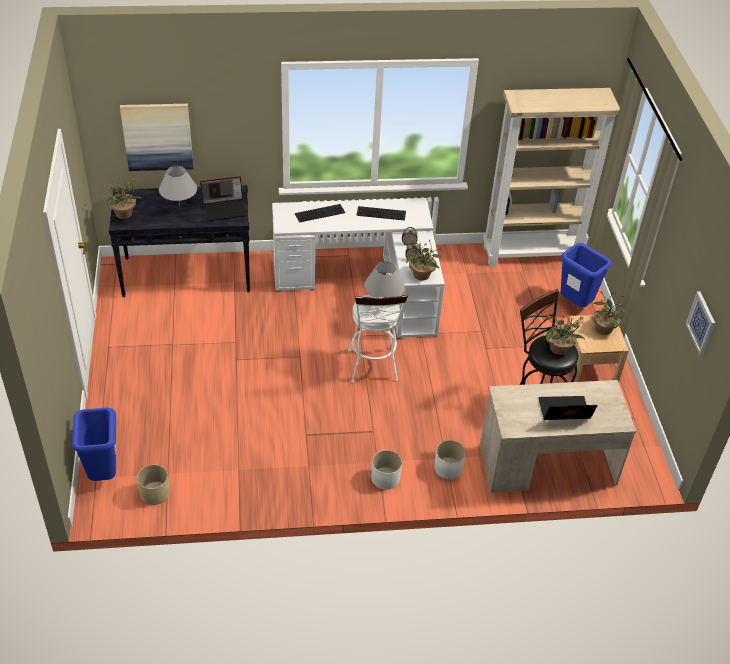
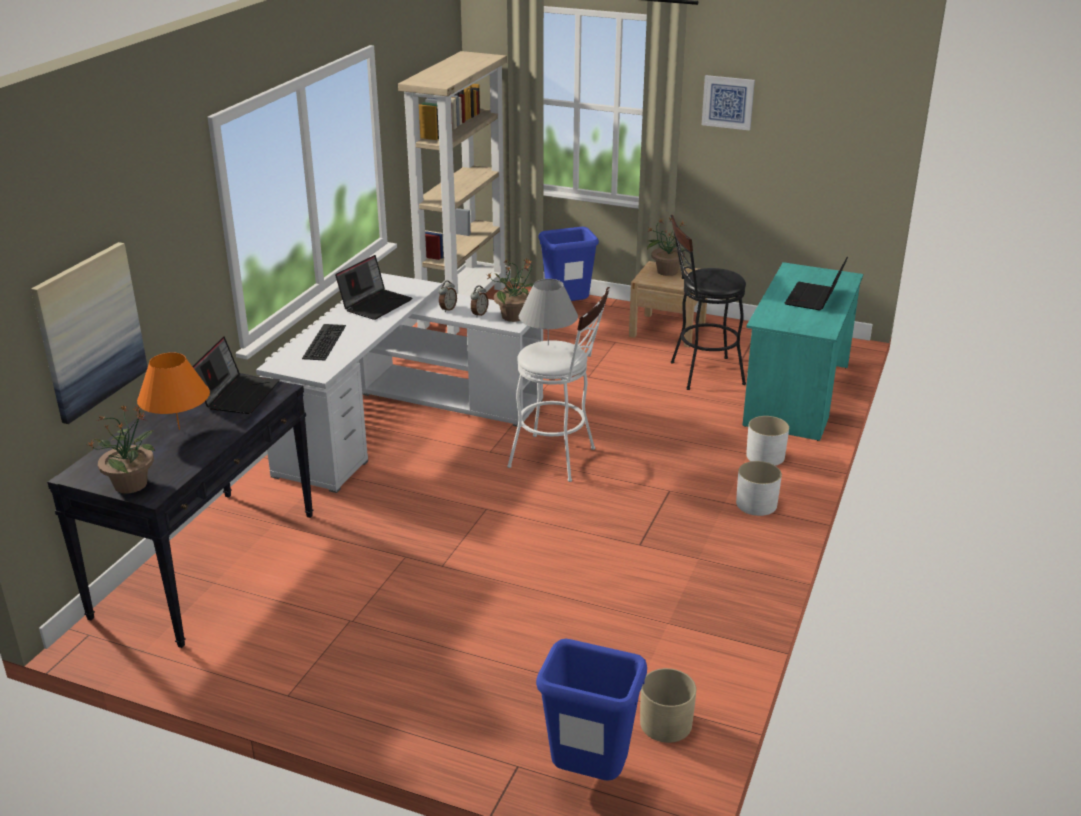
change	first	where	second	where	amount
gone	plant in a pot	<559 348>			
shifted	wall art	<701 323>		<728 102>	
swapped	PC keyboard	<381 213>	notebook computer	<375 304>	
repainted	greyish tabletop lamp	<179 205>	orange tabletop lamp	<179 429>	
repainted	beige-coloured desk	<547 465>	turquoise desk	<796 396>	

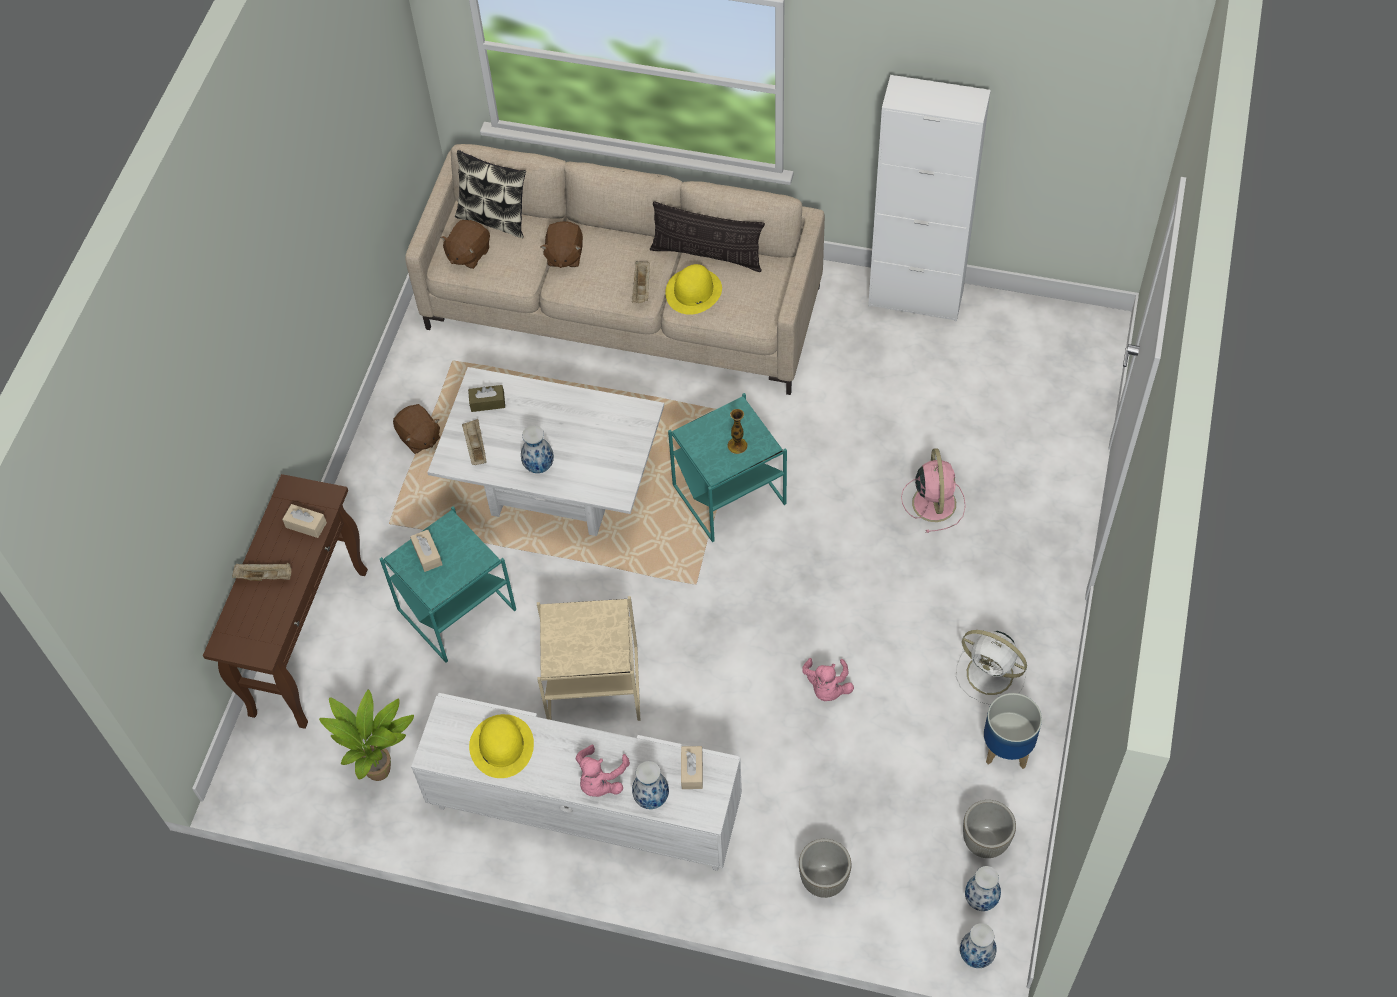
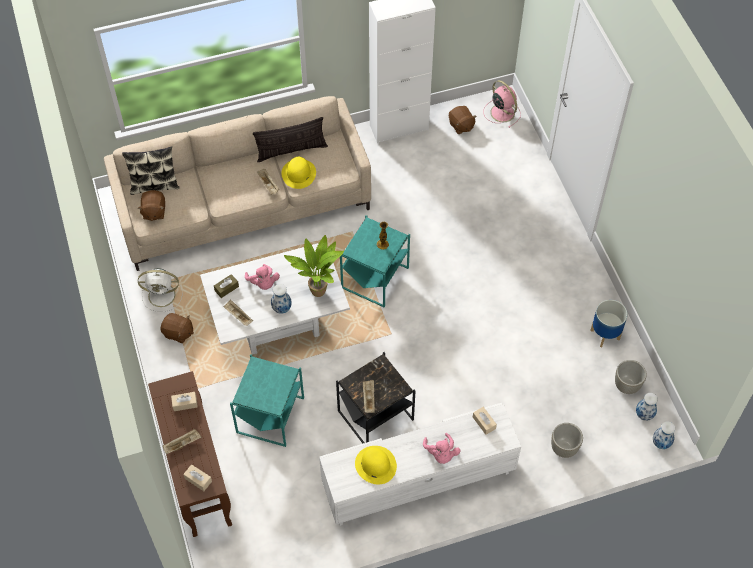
change	first	where	second	where	amount
gone	decorative vase	<651 799>			
new			beige-coloured serving tray	<368 399>	
shifted	plant in a pot	<382 769>		<319 290>	
shifted	beige-coloured tissue holder	<427 554>		<198 480>	
shifted	brownish plush toy	<564 255>		<461 126>	
shifted	pink plush toy	<827 687>		<263 283>	
shifted	pink fan	<933 501>		<501 112>	
shifted	white fan	<992 675>		<163 295>	
repainted	beige-coloured end table	<594 686>	black-coloured end table	<376 415>	

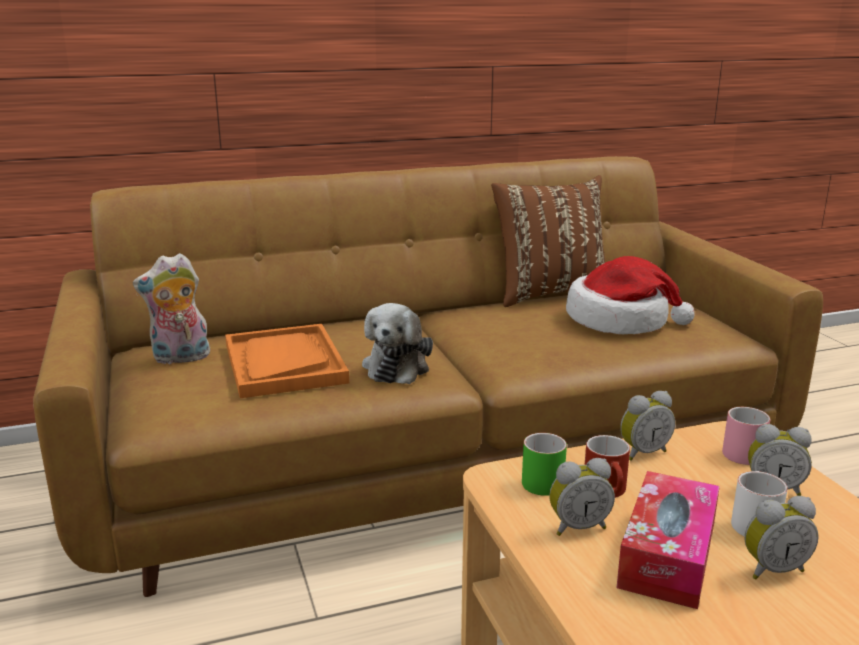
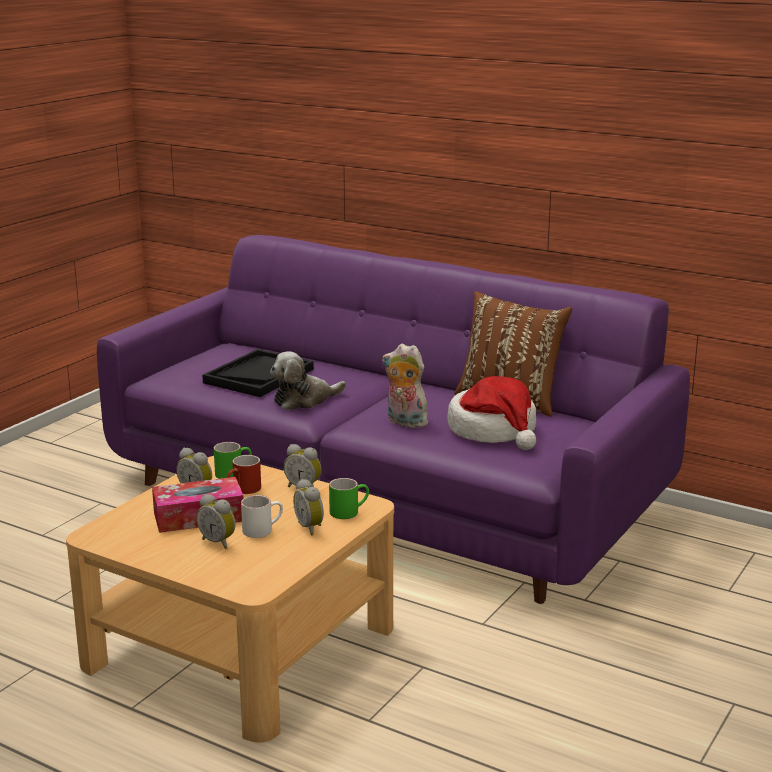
change	first	where	second	where	amount
shifted	plush toy	<180 358>		<404 422>	
repainted	brownish settee	<430 457>	purple-coloured settee	<386 496>	
repainted	orange serving tray	<284 363>	black-coloured serving tray	<259 376>	
repainted	pink coffee mug	<741 450>	greenish coffee mug	<349 511>	

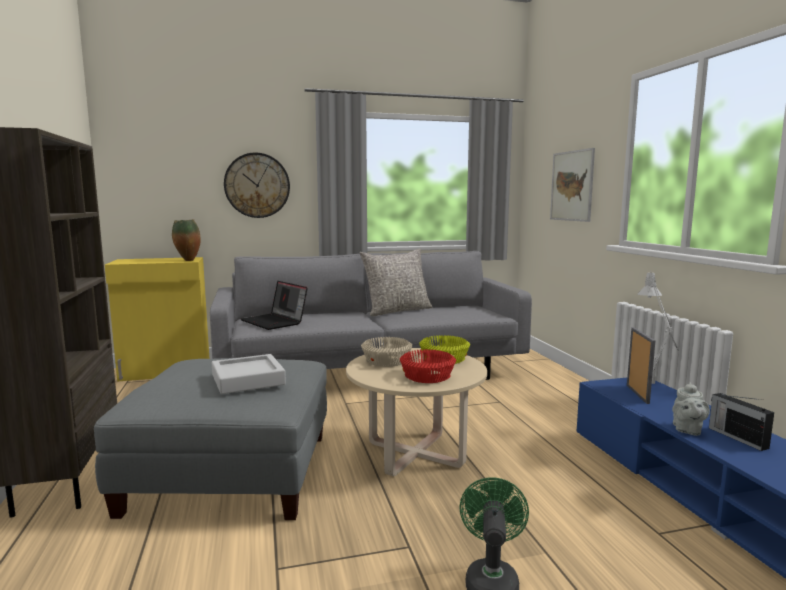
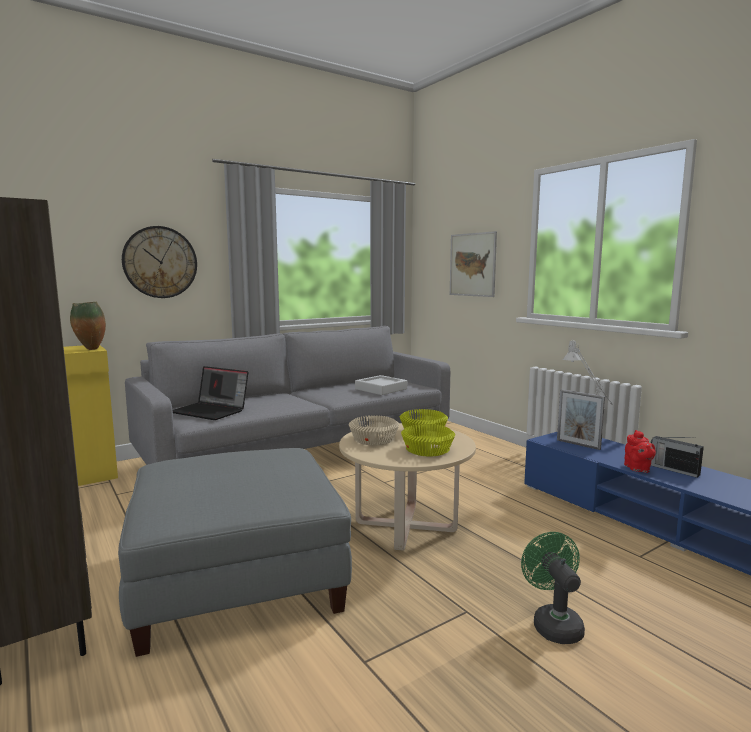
change	first	where	second	where	amount
gone	greyish pillow	<397 311>			
shifted	greyish serving tray	<248 380>		<381 389>	
repainted	red-coloured bowl	<426 376>	yellow bowl	<426 449>	
repainted	greyish teapot	<687 430>	red-coloured teapot	<638 469>	
rotated	picture frame	<637 394>		<578 444>	150 degrees clockwise

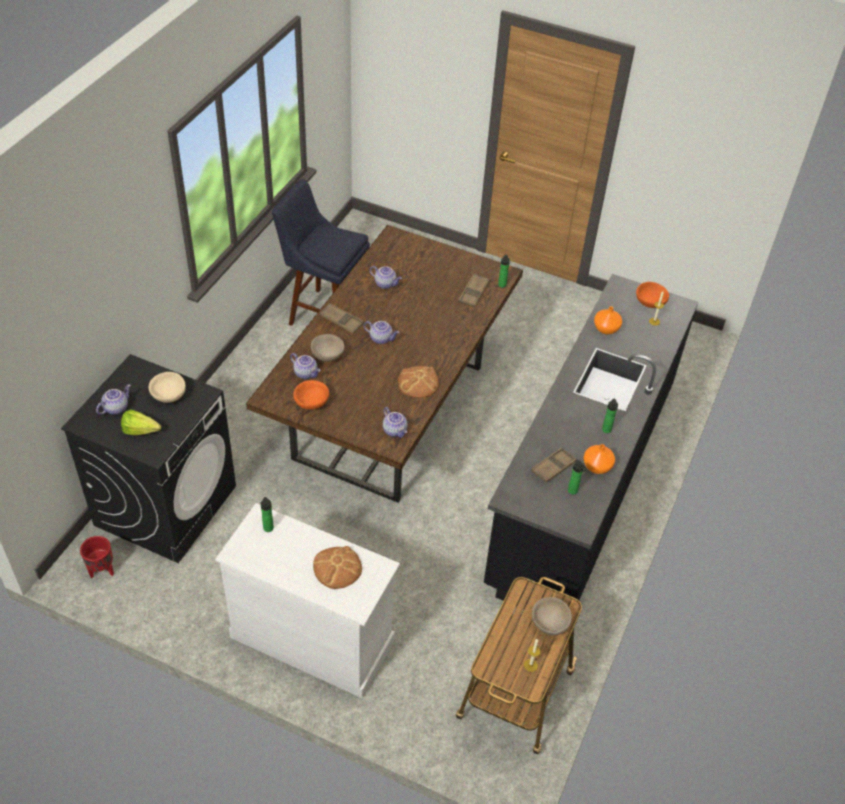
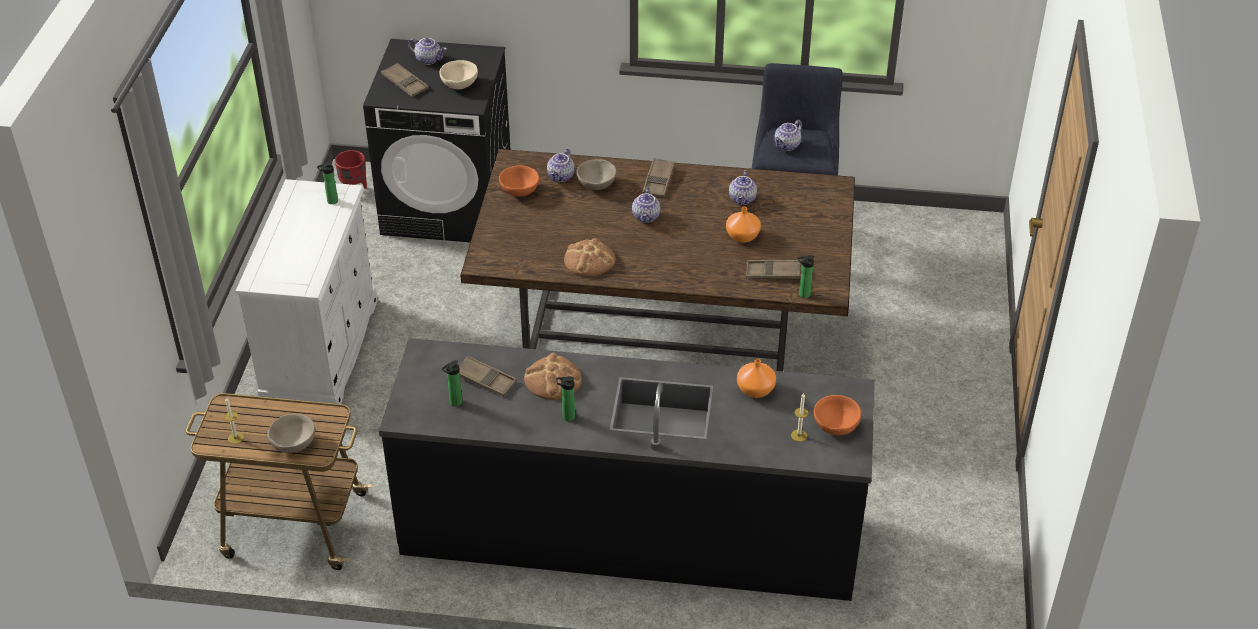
change	first	where	second	where	amount
shifted	bakery bread	<337 568>		<553 379>	
shifted	teapot	<395 430>		<787 145>	
shifted	orange decorative vase	<597 467>		<741 236>	
swapped	lettuce head	<143 432>	brownish serving tray	<405 83>	

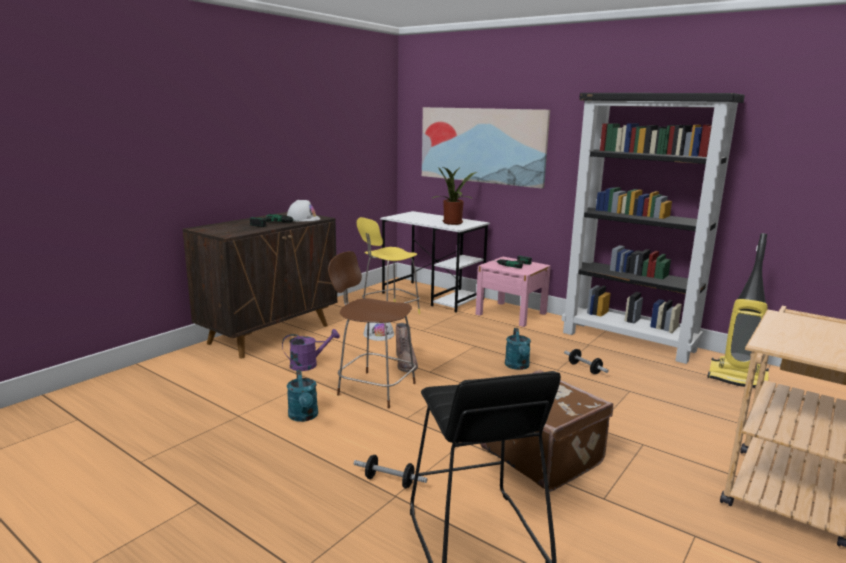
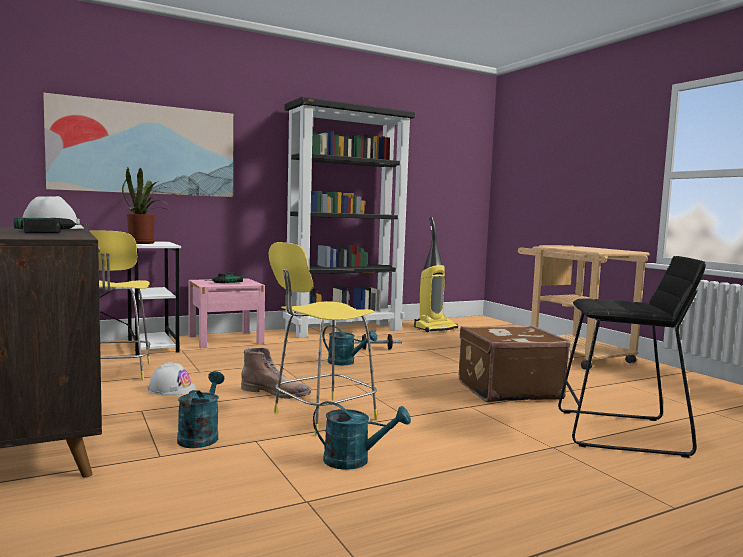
change	first	where	second	where	amount
gone	dumbbell	<389 481>			
repainted	purple-coloured watering pot	<309 364>	turquoise watering pot	<200 436>	
repainted	brownish stool seat	<374 388>	yellow stool seat	<321 416>	

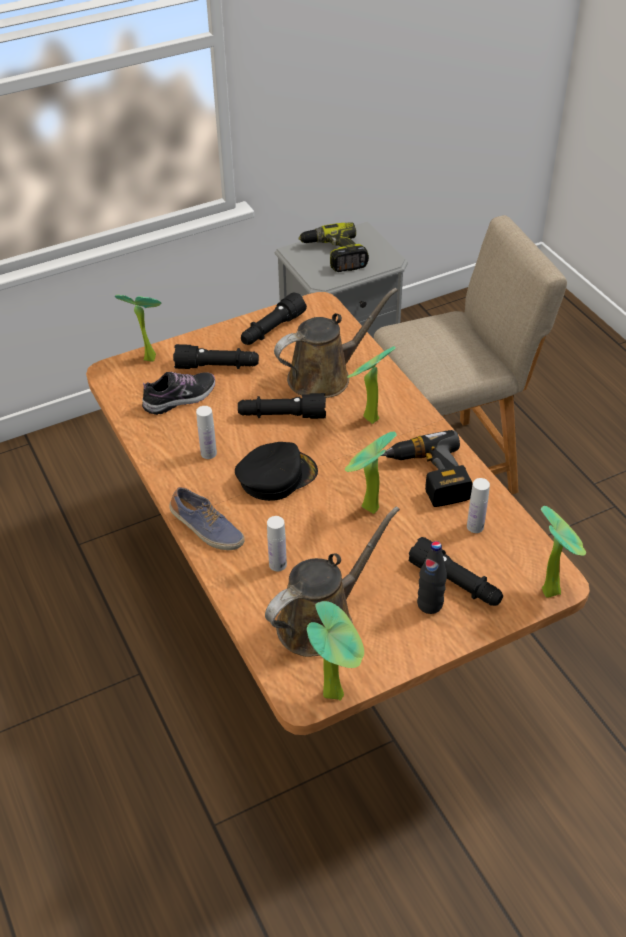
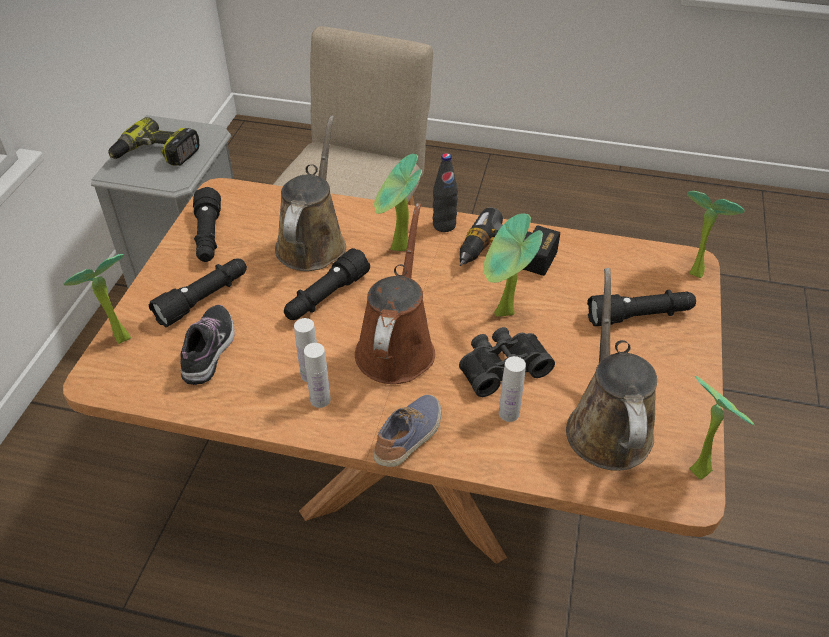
change	first	where	second	where	amount
new			black-coloured field glasses	<501 367>	
shifted	black-coloured drink bottle	<430 604>		<444 225>	
shifted	white drink bottle	<475 526>		<320 399>	
swapped	black-coloured peaked cap	<276 476>	brownish watering pot	<397 346>	
rotated	item of footwear	<206 530>		<410 438>	45 degrees counterclockwise

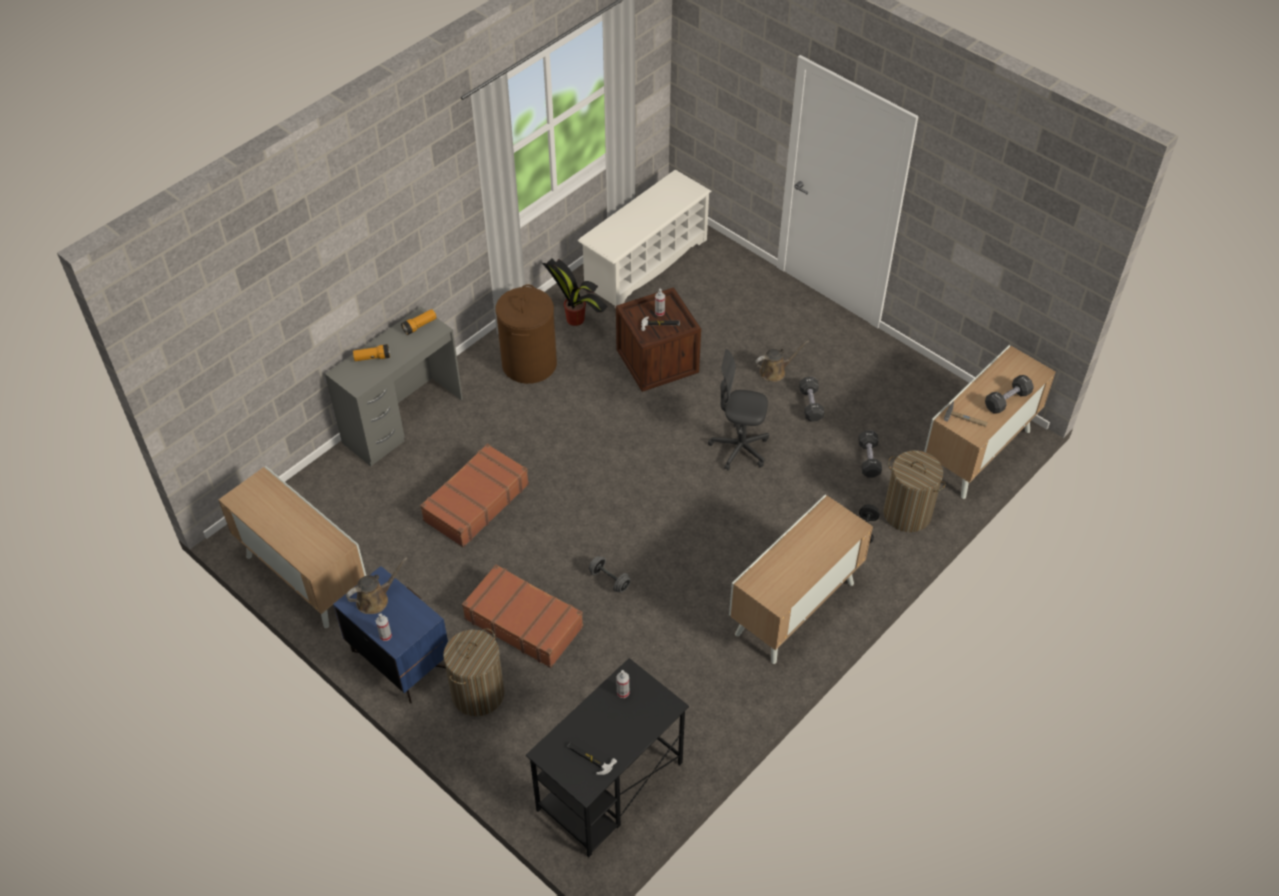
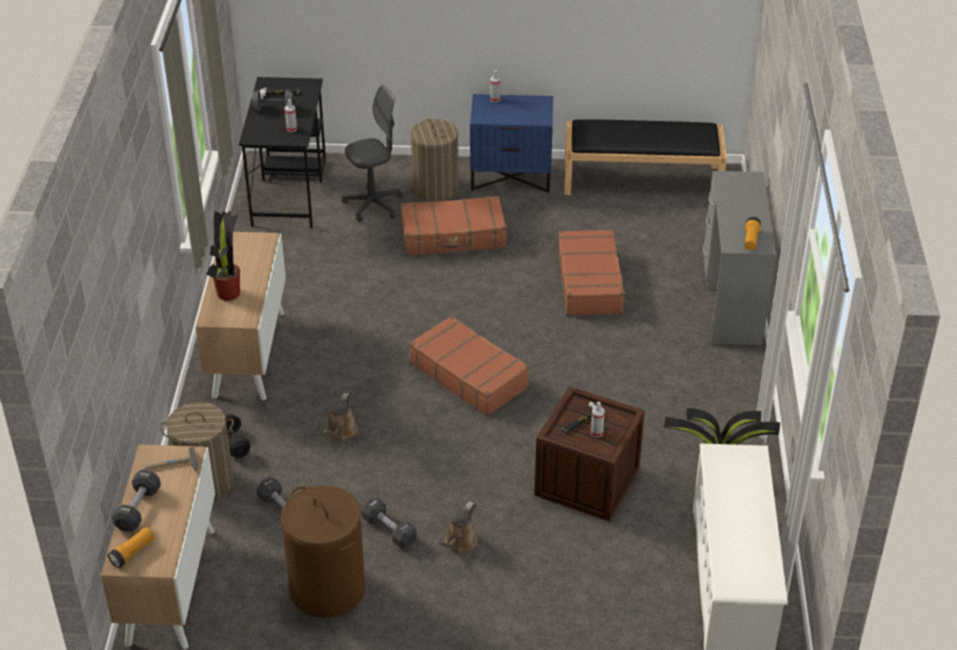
change	first	where	second	where	amount
new			plant in a pot	<229 292>	
new			brownish suitcase	<469 375>	
shifted	brownish watering pot	<375 599>		<340 433>	
shifted	torch	<372 358>		<132 553>	
shifted	brownish washing basket	<529 364>		<328 589>	
shifted	greyish dumbbell	<609 580>		<273 109>	
shifted	greyish office chair	<739 449>		<373 205>	
swapped	cupboard	<303 577>	black-coloured indoor bench	<643 179>	

